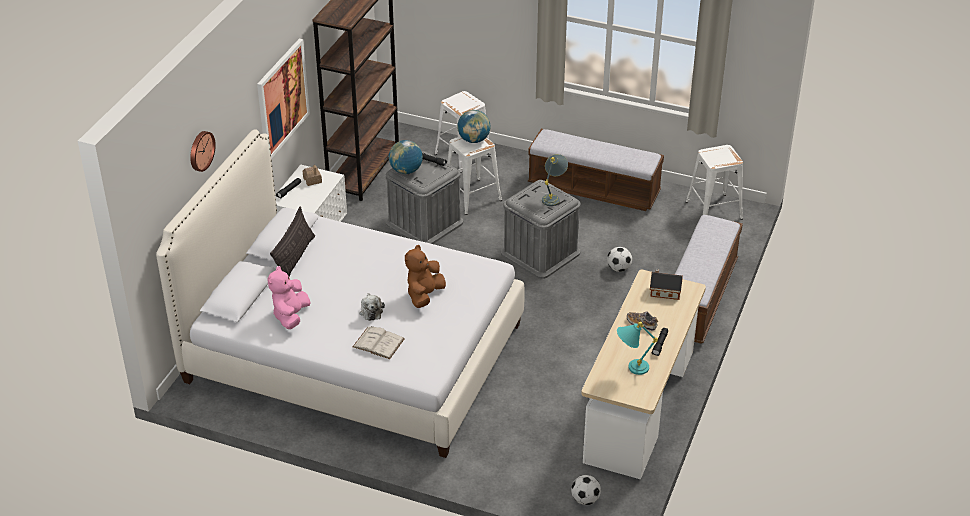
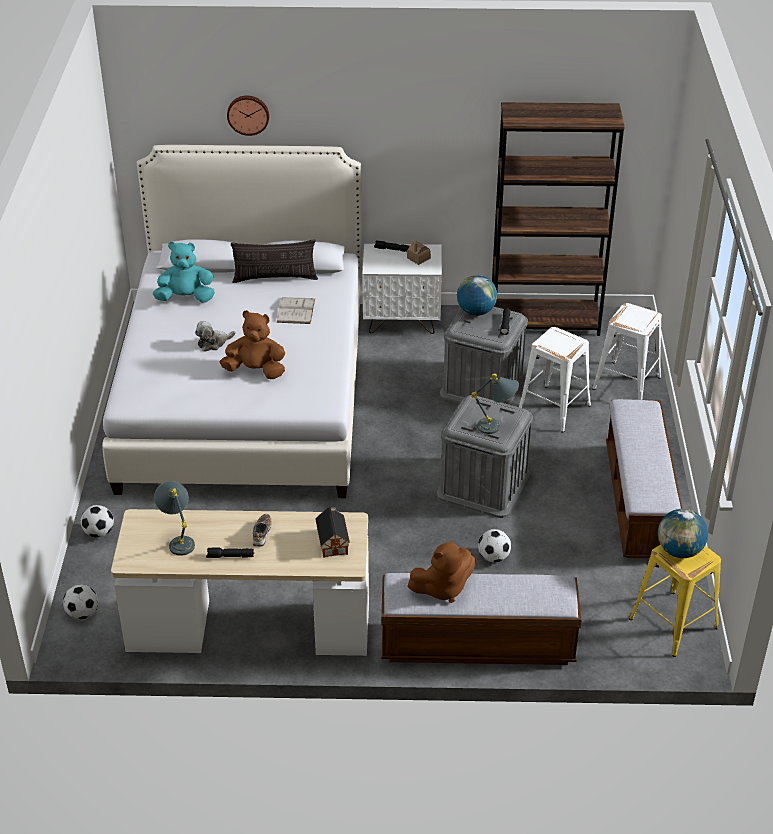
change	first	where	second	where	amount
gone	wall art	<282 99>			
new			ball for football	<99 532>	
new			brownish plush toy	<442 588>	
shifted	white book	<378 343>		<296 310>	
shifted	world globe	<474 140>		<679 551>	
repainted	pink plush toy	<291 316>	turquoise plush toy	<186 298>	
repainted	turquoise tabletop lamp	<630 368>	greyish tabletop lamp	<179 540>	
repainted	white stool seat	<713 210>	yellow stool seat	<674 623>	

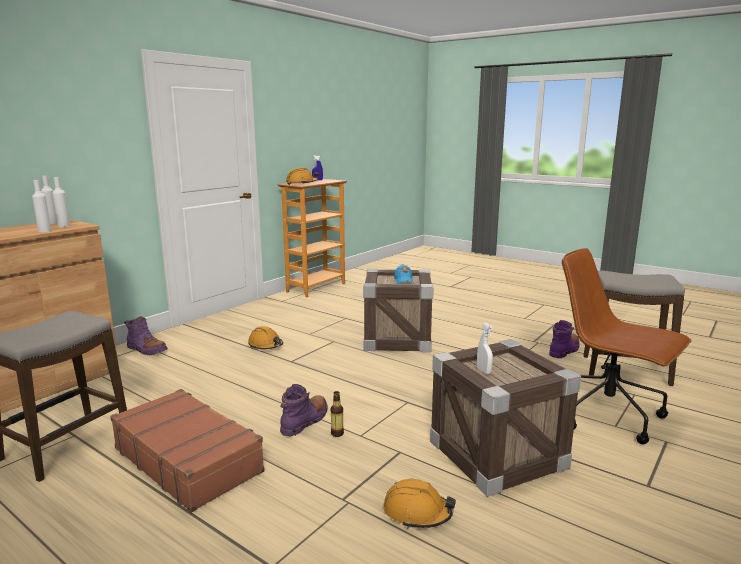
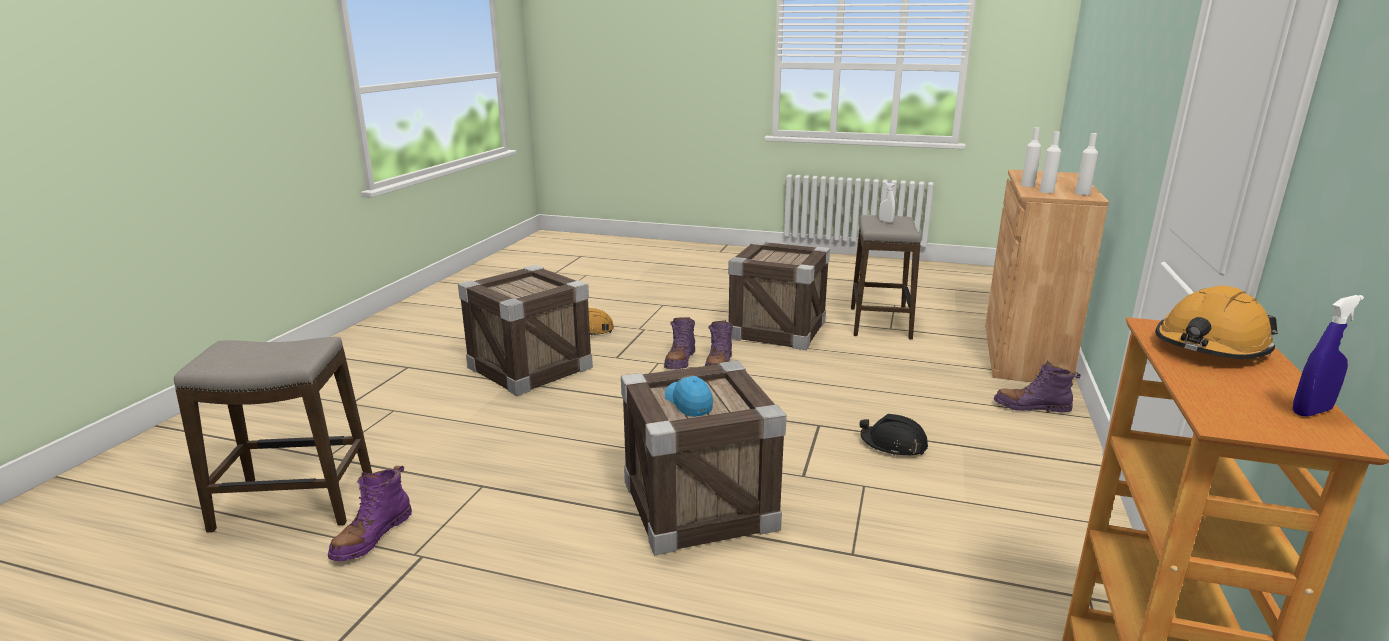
change	first	where	second	where	amount
gone	brownish office chair	<608 415>			
shifted	white hand sprayer	<484 371>		<886 221>	
swapped	brownish suitcase	<188 459>	shipping crate	<777 330>	
swapped	drink bottle	<337 433>	purple-coloured high-top boot	<680 361>	
repainted	orange hard hat	<266 345>	black-coloured hard hat	<893 445>	

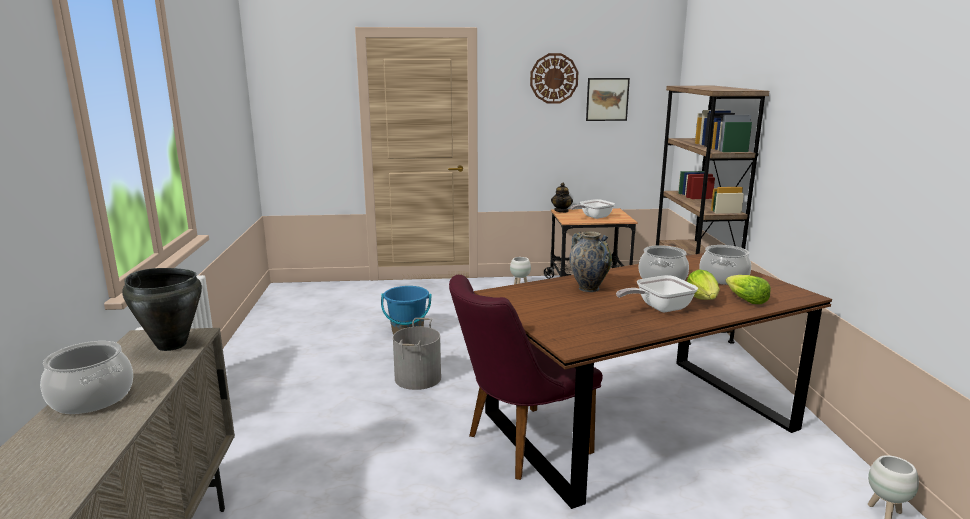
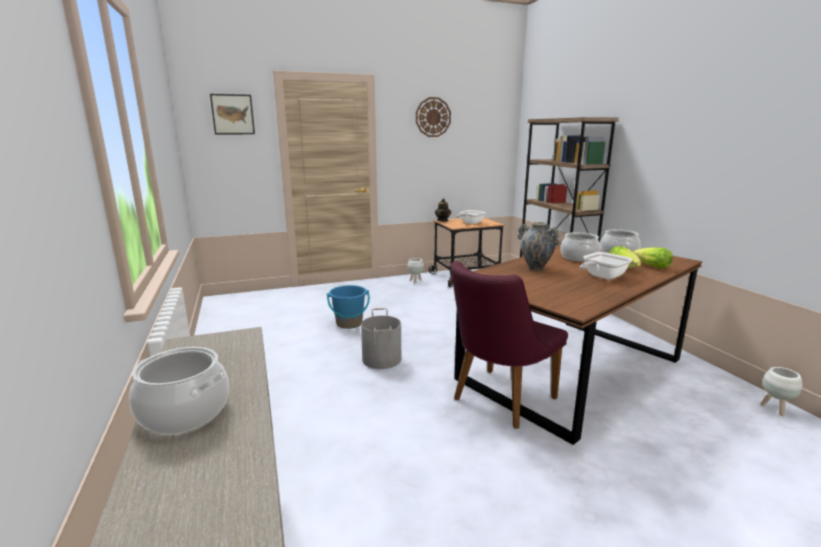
change	first	where	second	where	amount
gone	black-coloured saucepot	<171 344>			
shifted	wall art	<607 99>		<233 114>	

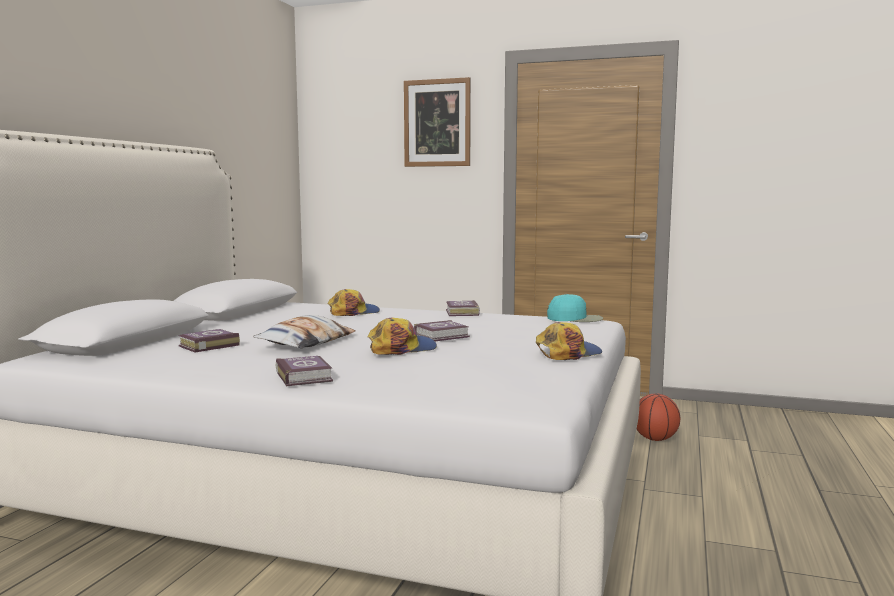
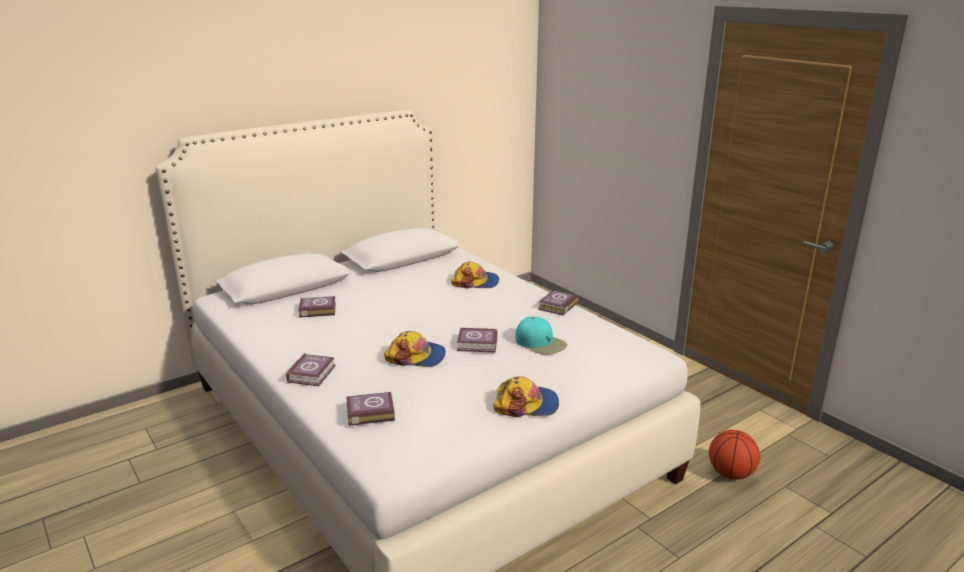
change	first	where	second	where	amount
gone	pillow	<306 342>			
gone	wall art	<437 123>			
new			book	<369 412>	
shifted	turquoise peaked cap	<575 318>		<541 343>	

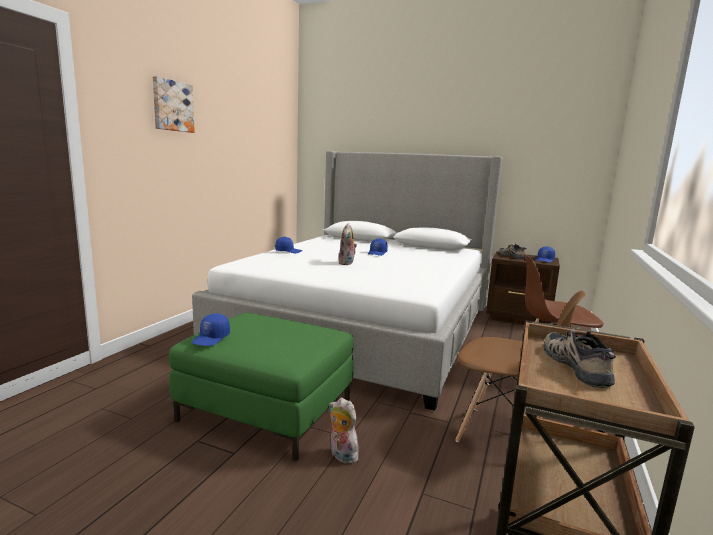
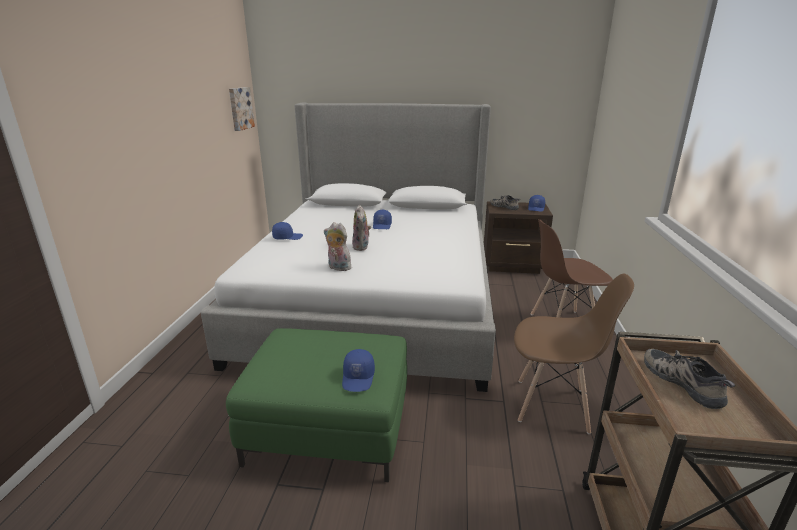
change	first	where	second	where	amount
shifted	wall art	<172 106>		<240 108>	
shifted	blue peaked cap	<211 338>		<359 378>	
shifted	plush toy	<341 455>		<338 268>	

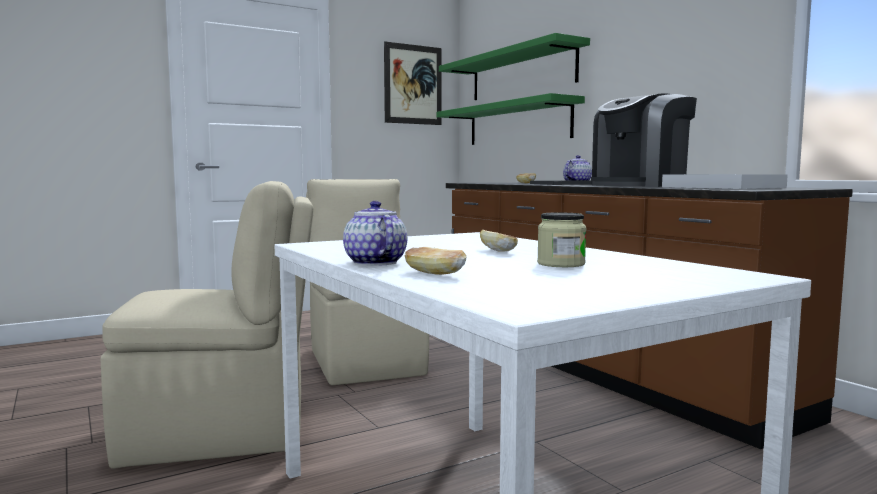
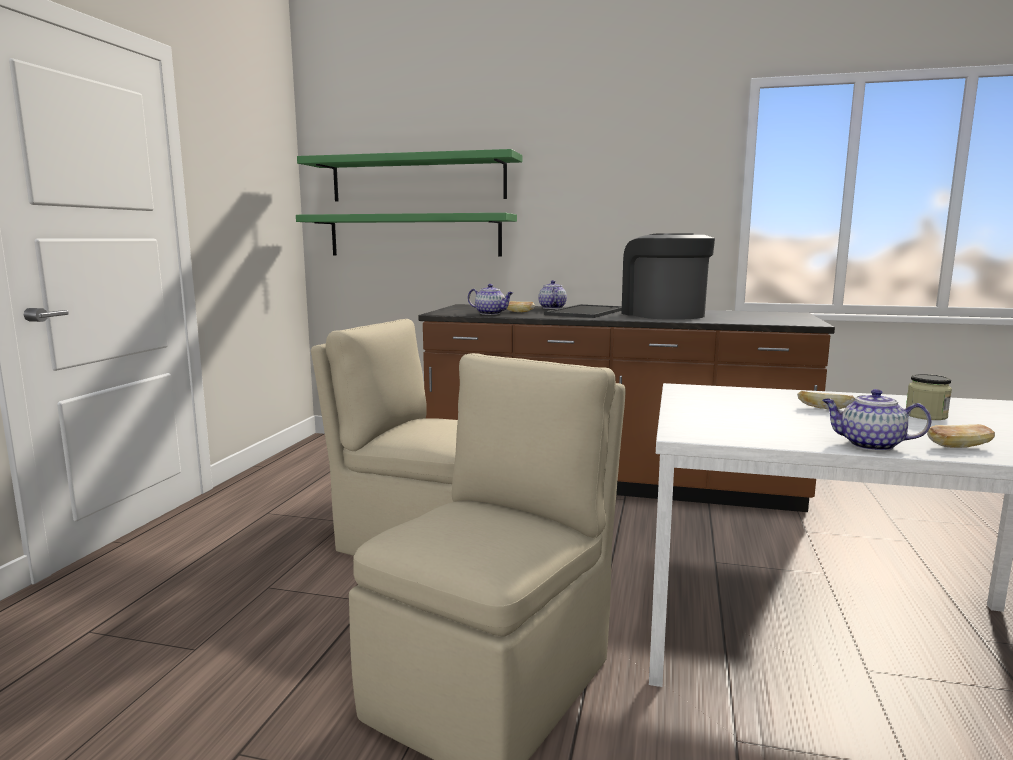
change	first	where	second	where	amount
gone	wall art	<413 84>			
gone	white serving tray	<723 187>			
new			teapot	<491 313>	
rotated	coffee machine	<639 185>		<663 314>	150 degrees clockwise

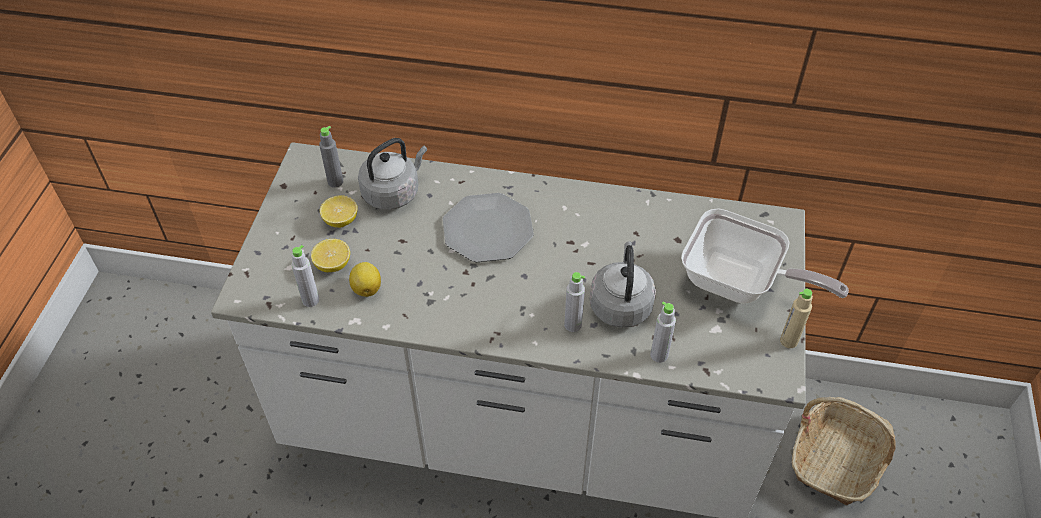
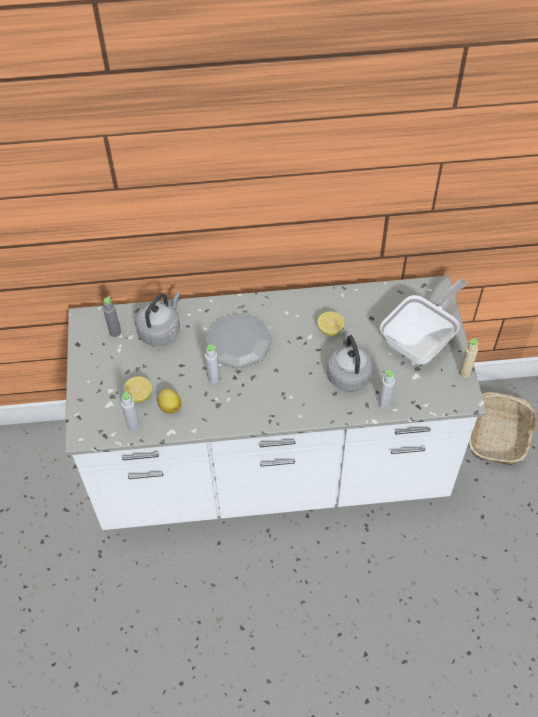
change	first	where	second	where	amount
shifted	citrus fruit	<341 220>		<330 329>	
shifted	greyish drink bottle	<573 325>		<213 378>	
rotated	frying pan	<739 284>		<421 340>	60 degrees counterclockwise

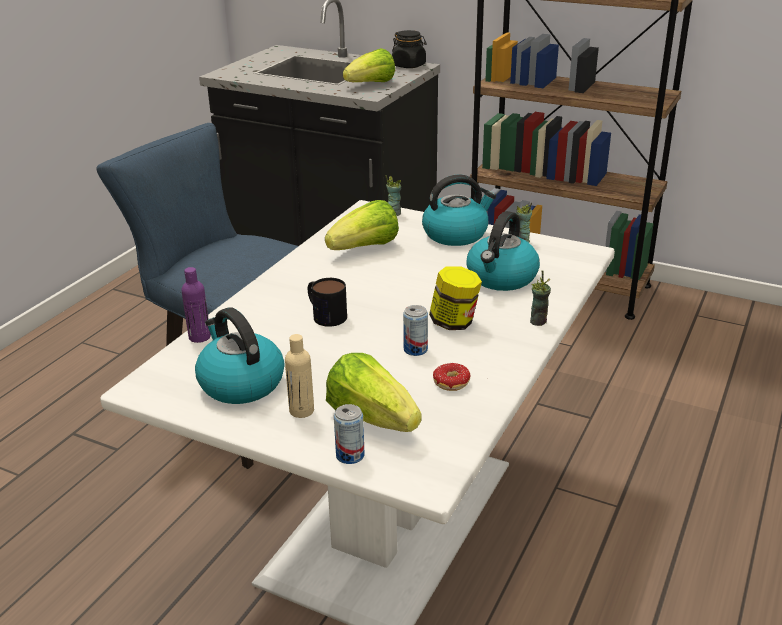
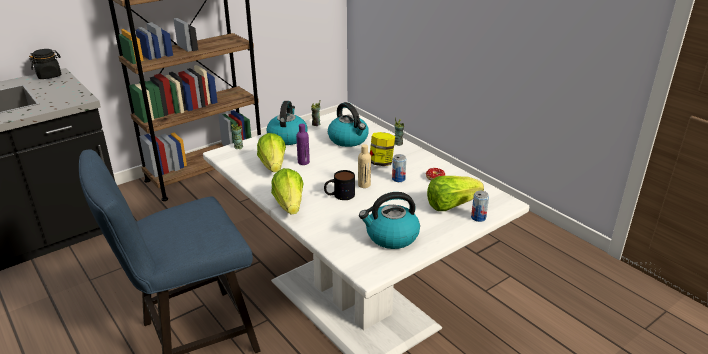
change	first	where	second	where	amount
shifted	purple-coloured drink bottle	<199 337>		<303 162>	
shifted	beige-coloured drink bottle	<301 411>		<364 185>	
shifted	lettuce head	<371 84>		<289 205>	

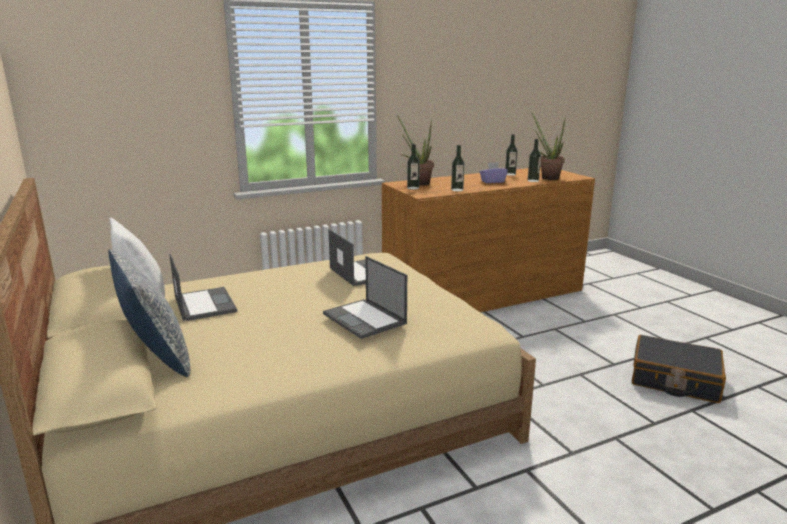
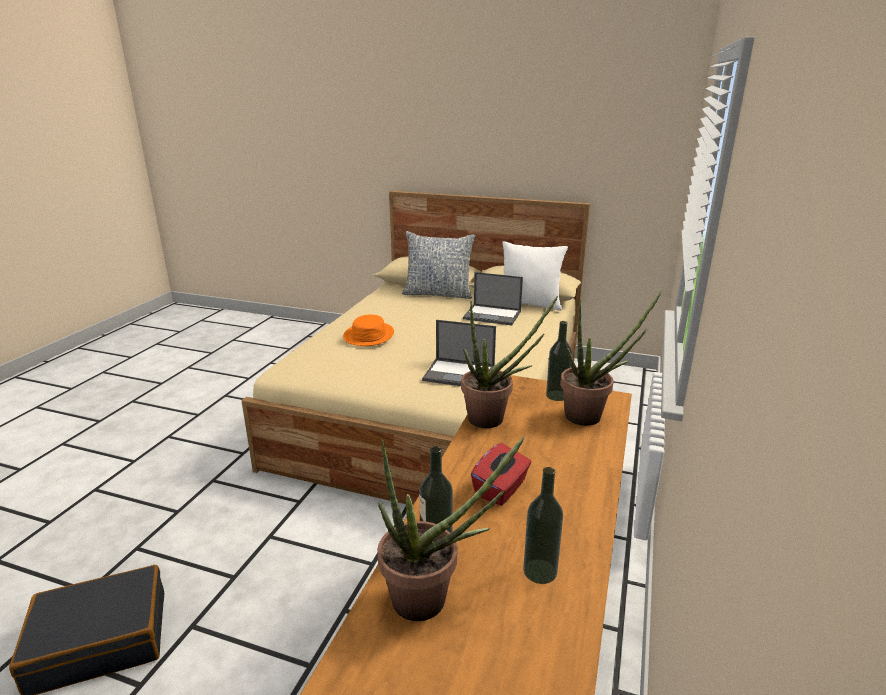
change	first	where	second	where	amount
swapped	notebook computer	<365 319>	orange wearable hat	<368 335>	
swapped	drink bottle	<457 190>	plant in a pot	<494 419>	
repainted	purple-coloured tissue holder	<492 181>	red-coloured tissue holder	<501 489>	

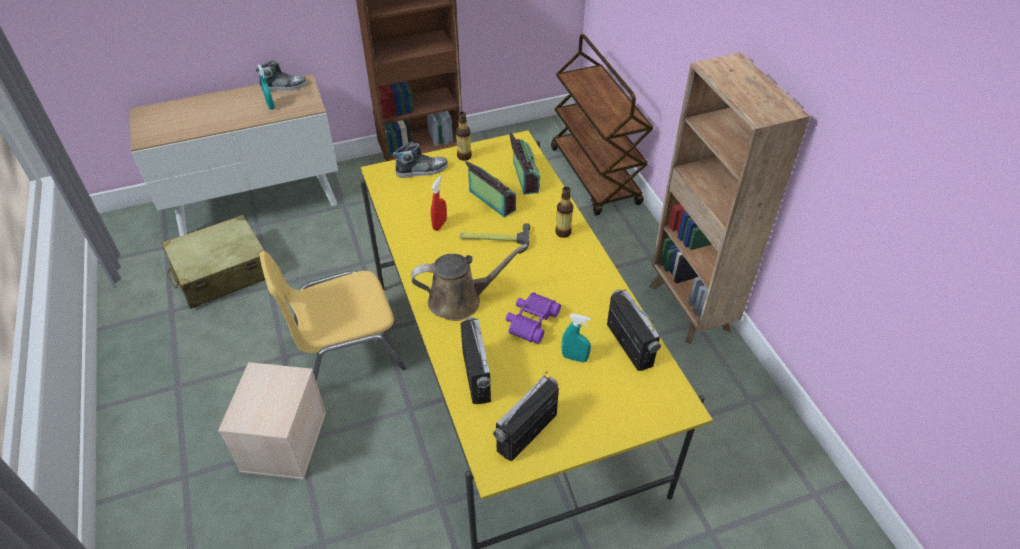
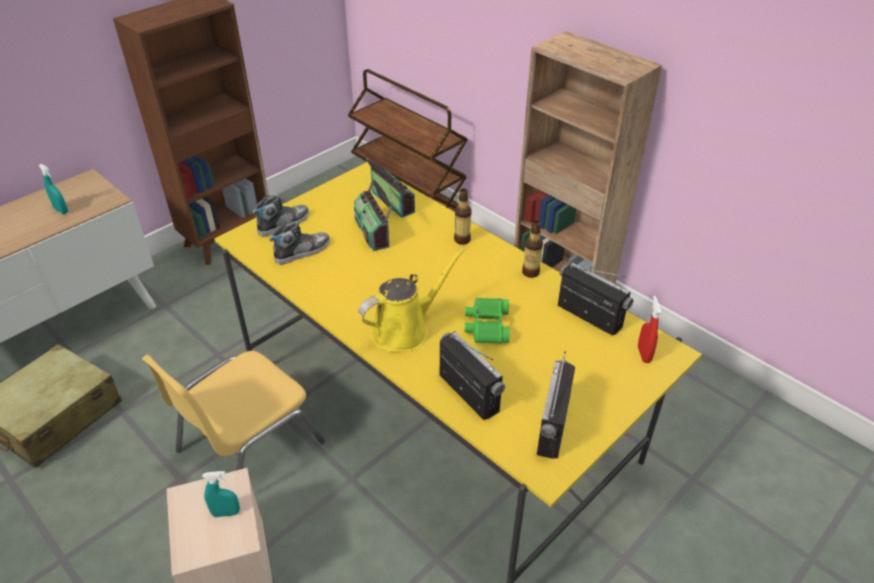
change	first	where	second	where	amount
gone	hammer	<494 239>			
shifted	item of footwear	<283 86>		<302 251>	
shifted	red-coloured hand sprayer	<439 224>		<644 354>	
shifted	drink bottle	<464 156>		<530 272>	
shifted	turquoise hand sprayer	<574 358>		<226 513>	
repainted	brownish watering pot	<460 300>	yellow watering pot	<405 330>	
repainted	purple-coloured field glasses	<531 321>	greenish field glasses	<486 326>	
rotated	radio	<491 201>		<374 232>	135 degrees counterclockwise

